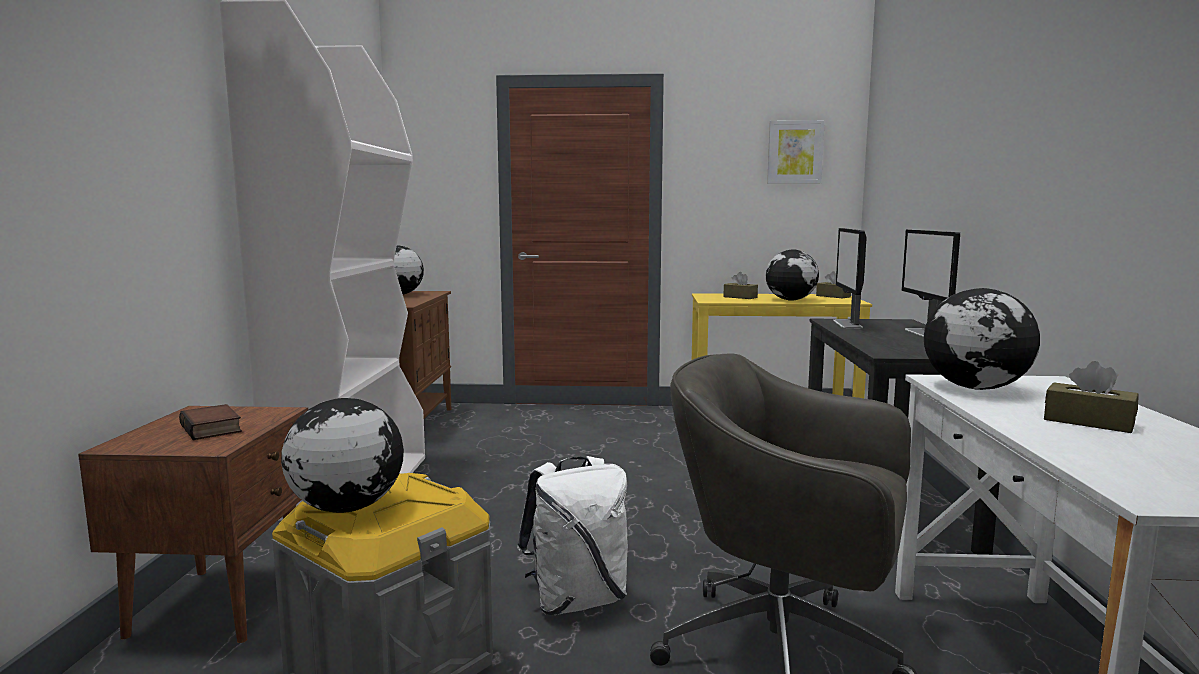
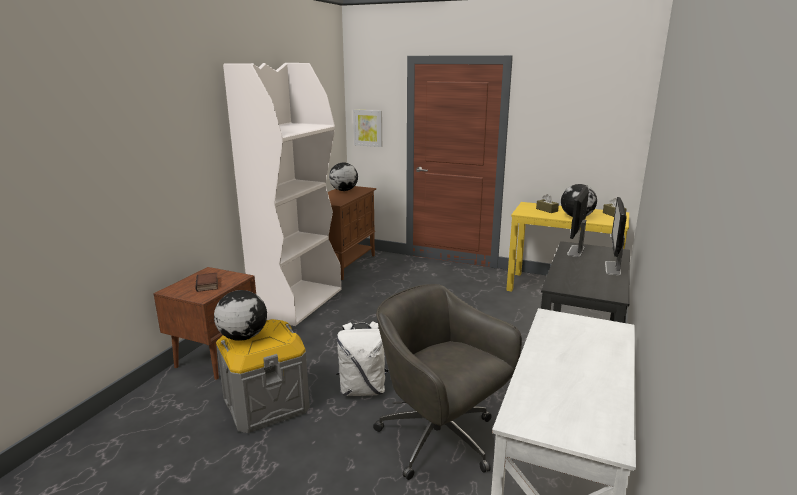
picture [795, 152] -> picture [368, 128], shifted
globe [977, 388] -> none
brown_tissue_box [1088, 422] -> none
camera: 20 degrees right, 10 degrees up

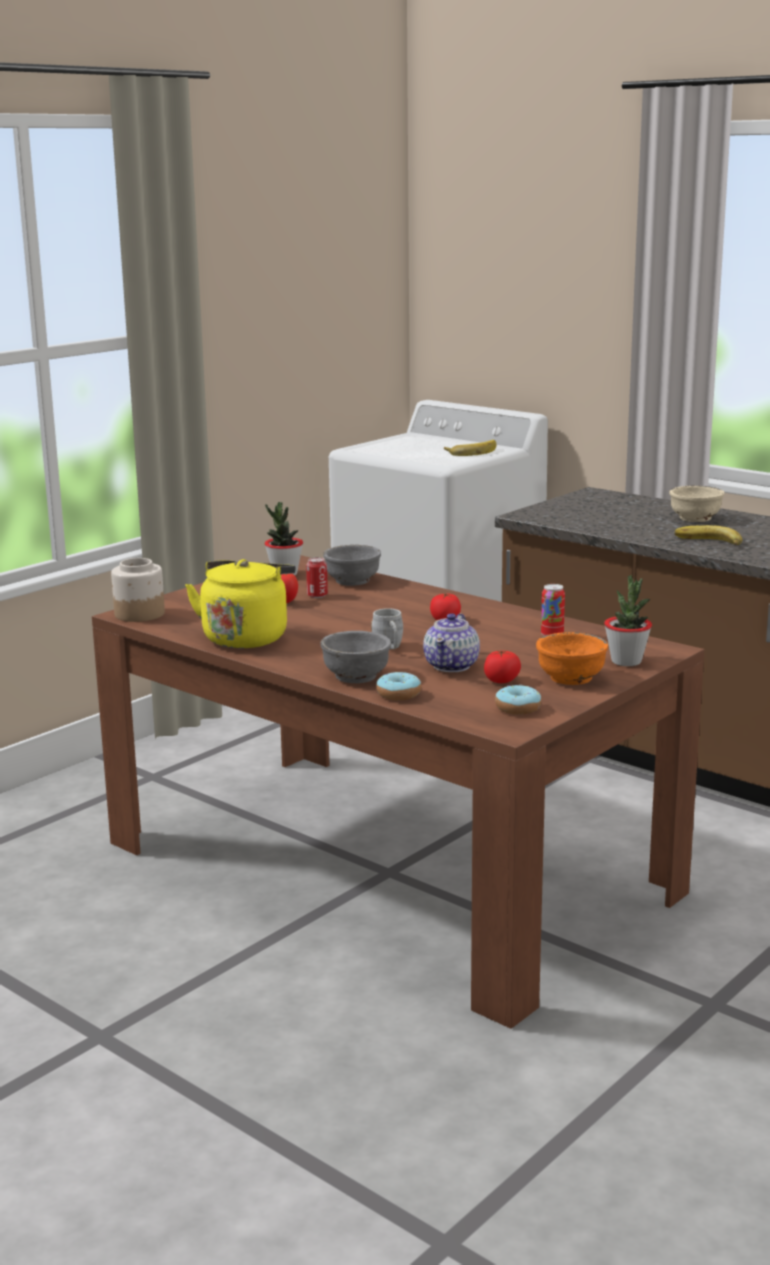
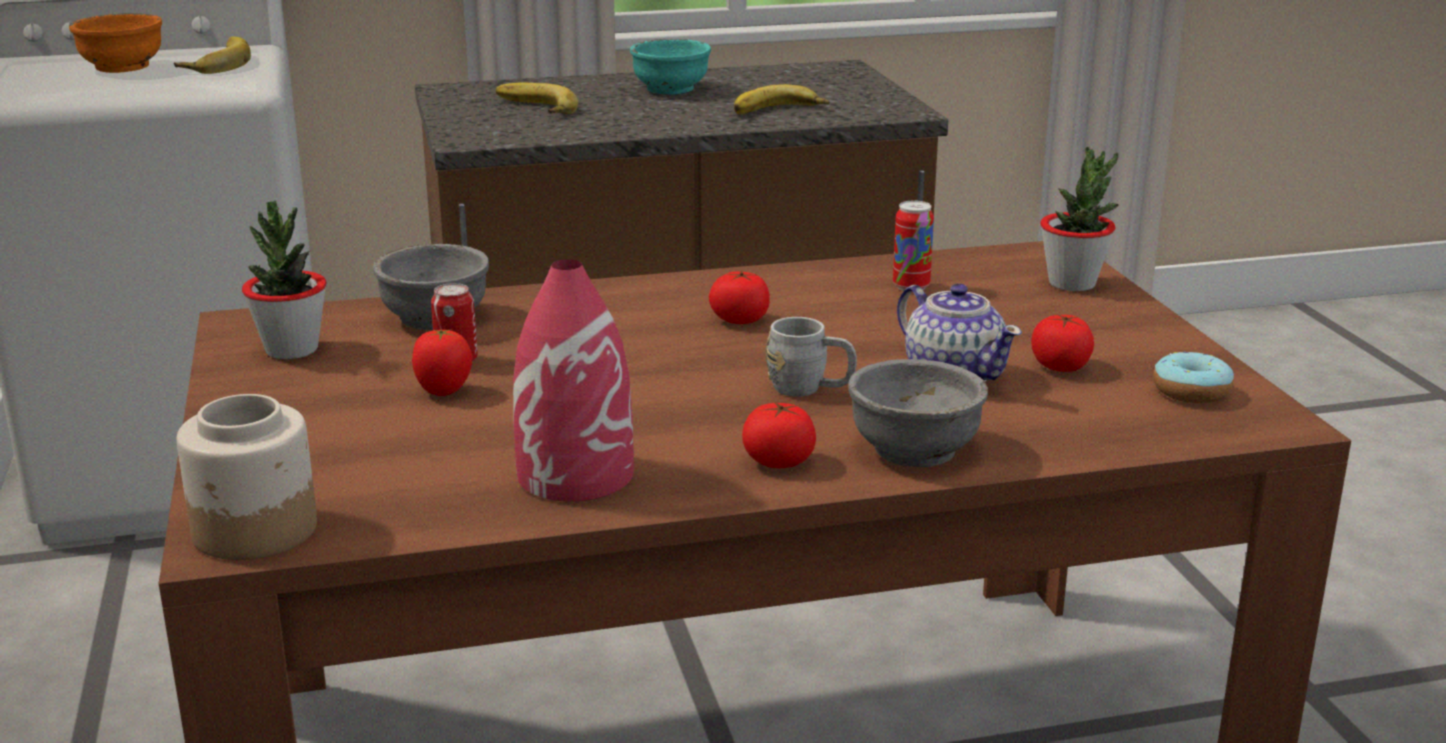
orange_bowl [571, 678] -> orange_bowl [123, 67], shifted
none -> banana [533, 108]
yellow_kettle [246, 637] -> red_vase [575, 474]
beige_bowl [695, 518] -> turquoise_bowl [671, 89]
none -> tomato [778, 461]
donut [398, 694] -> none
camera: 55 degrees left, 5 degrees up

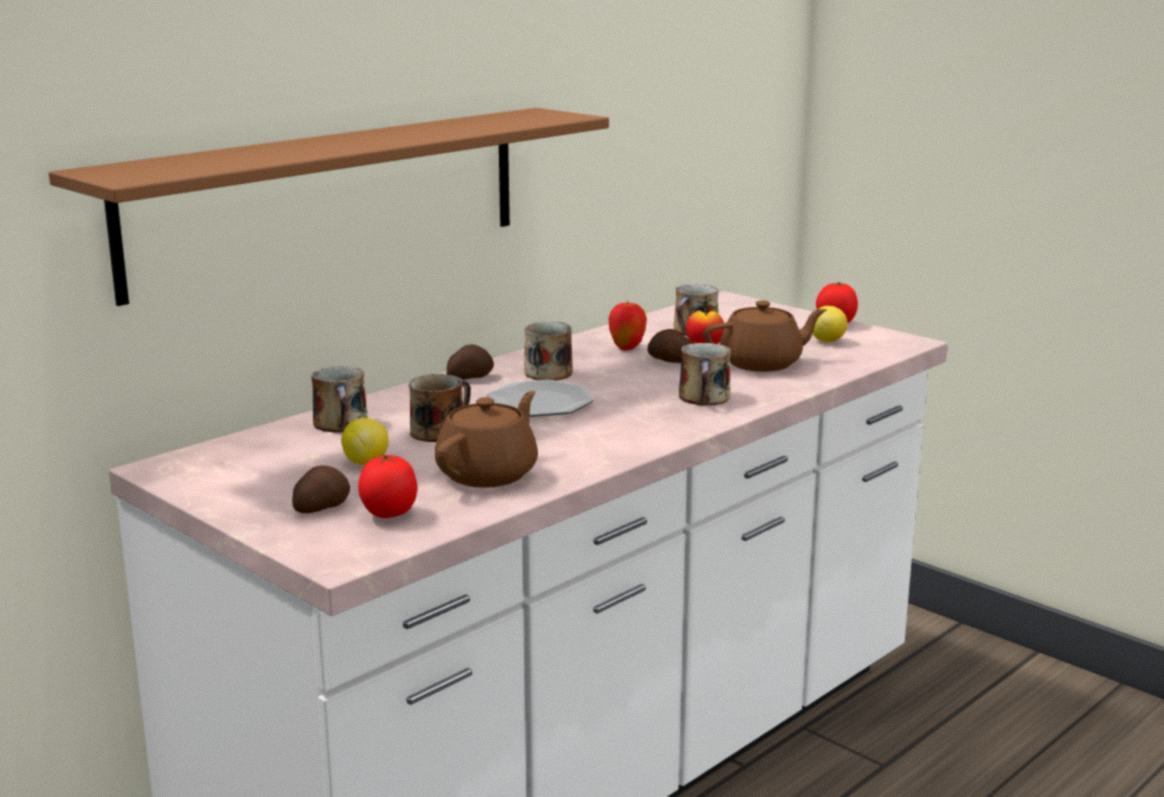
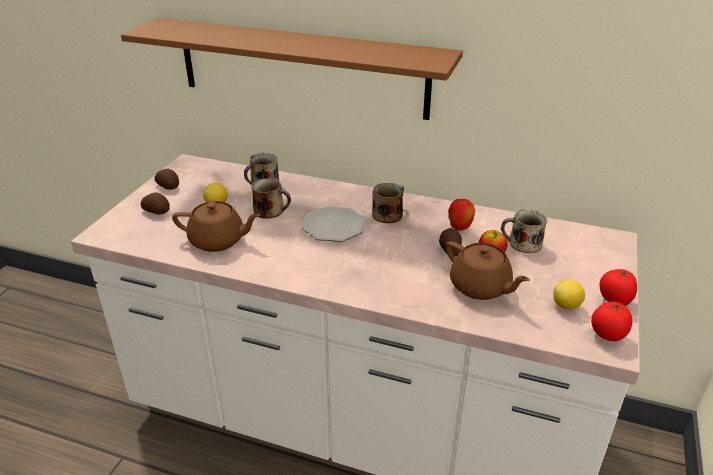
potato [469, 377] -> potato [168, 186], shifted
tomato [388, 515] -> tomato [607, 335], shifted
mug [705, 398] -> none
camera: 65 degrees right, 15 degrees up

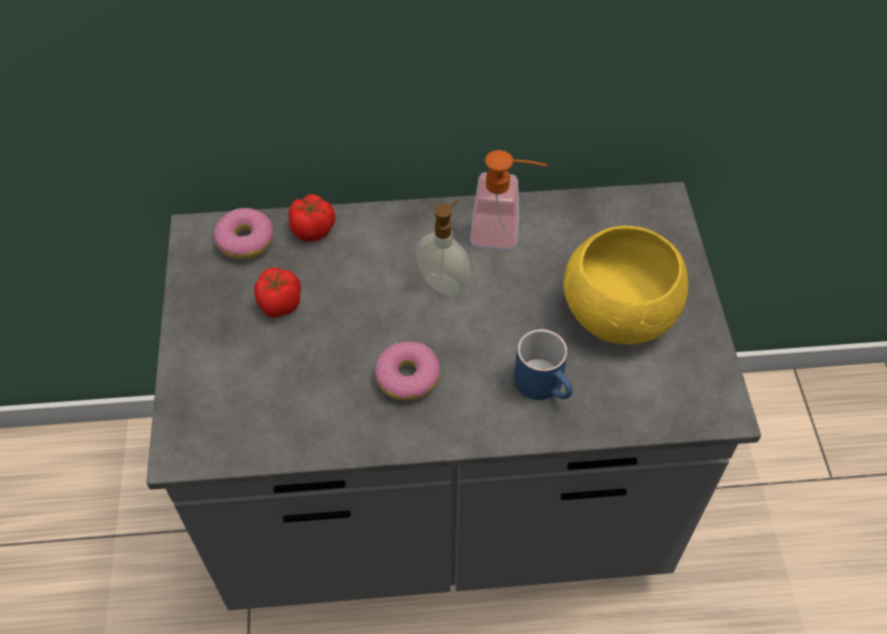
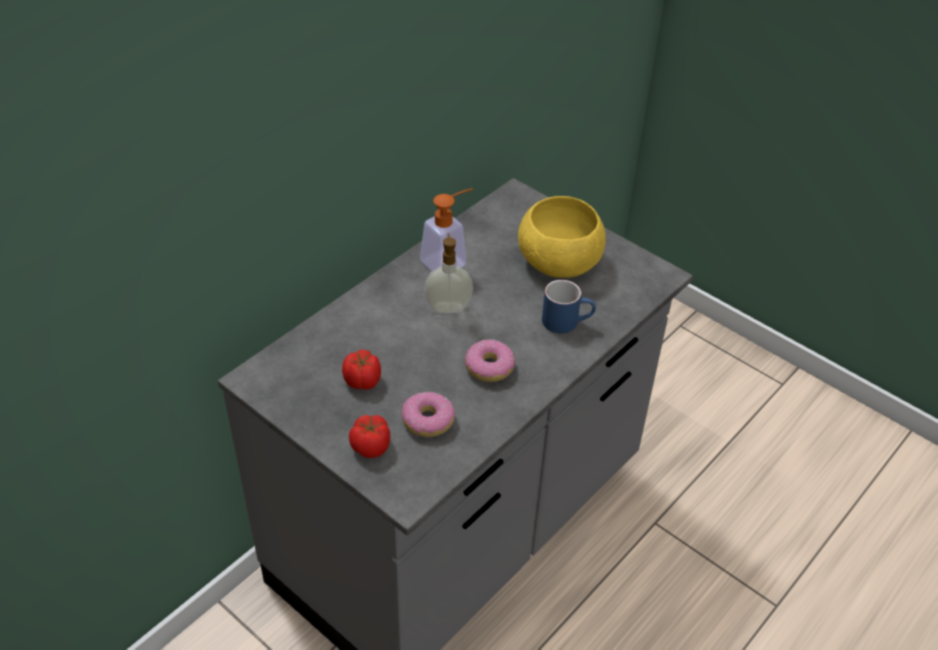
tomato [314, 230] -> tomato [371, 446], shifted
donut [246, 241] -> donut [428, 420], shifted
camera: 45 degrees left, 10 degrees down

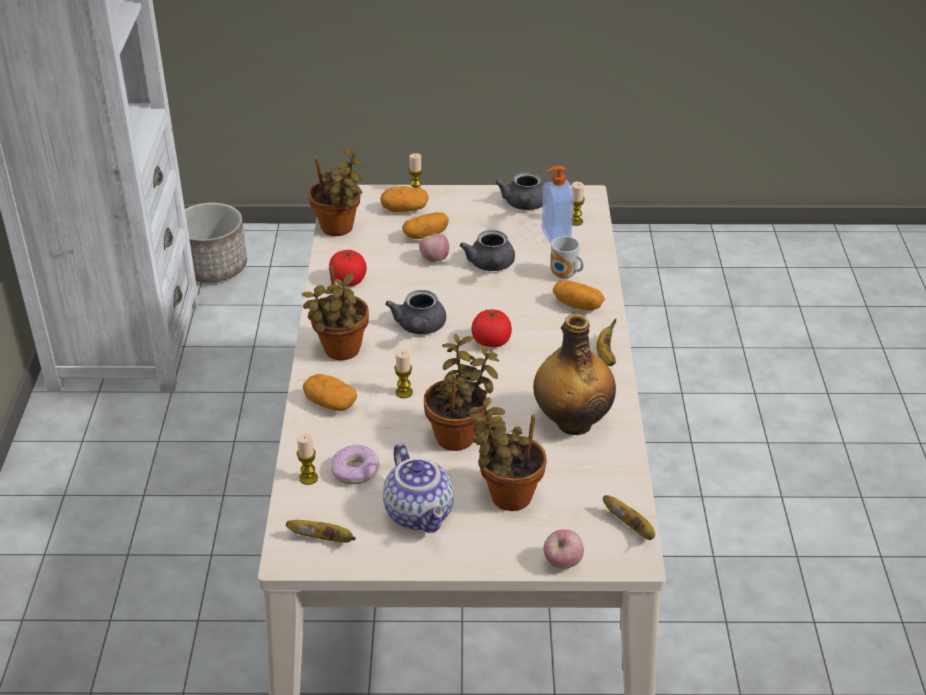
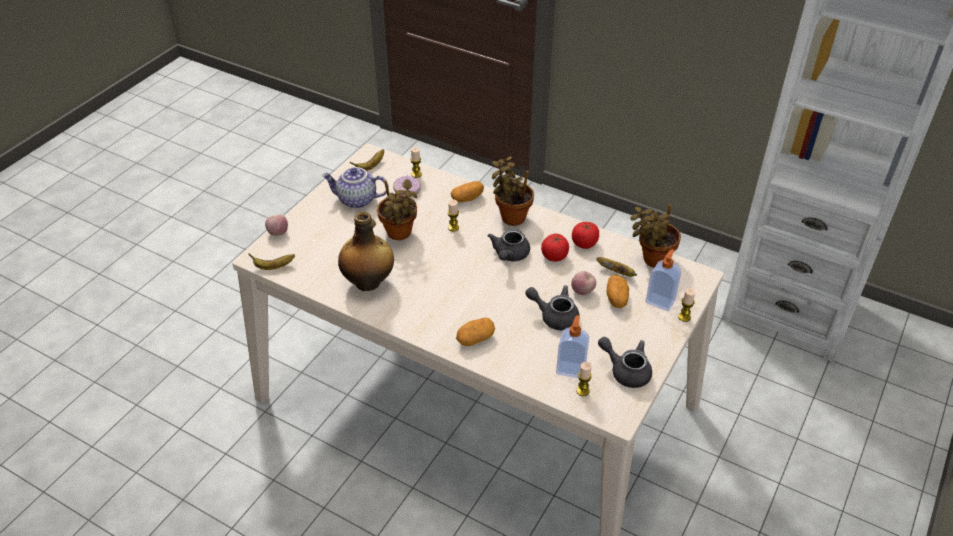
grey_teapot [419, 328] -> grey_teapot [509, 255], 105 degrees counterclockwise
tomato [491, 342] -> tomato [554, 256], shifted
banana [605, 355] -> banana [617, 272], shifted
potato [404, 209] -> soap_dispenser [660, 301]
planter [214, 267] -> none
potted_plant [506, 495] -> none
mug [564, 276] -> none
camera: 120 degrees right, 5 degrees up

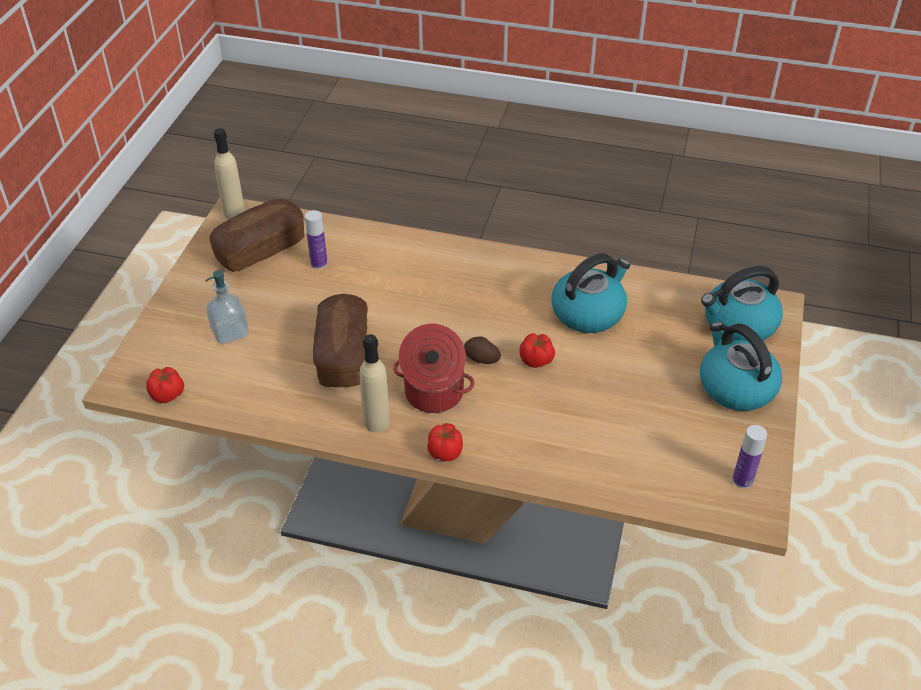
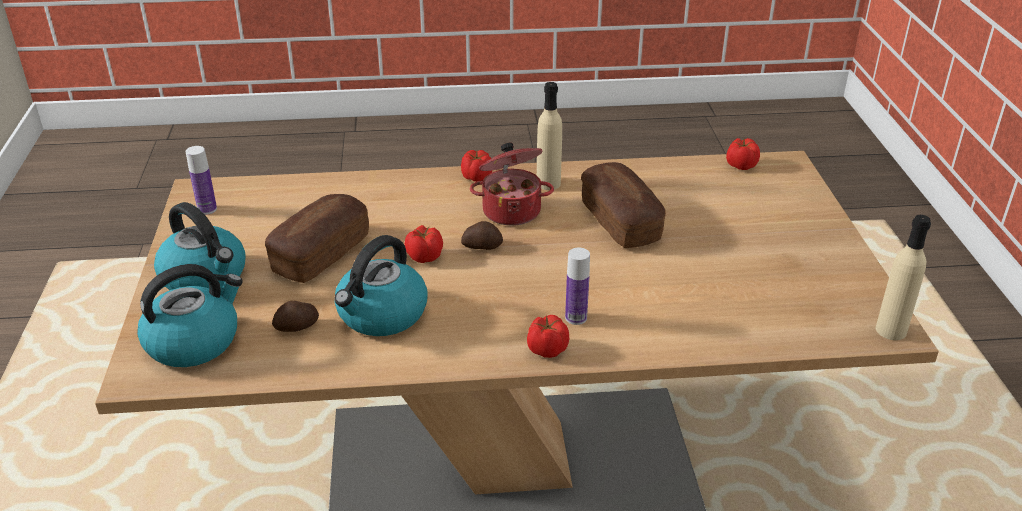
bread [260, 248] -> bread [321, 254], shifted
none -> potato [297, 327]
none -> tomato [546, 349]
bottle [319, 263] -> bottle [576, 318], shifted
soap_dispenser [230, 333] -> none
camera: 160 degrees right, 10 degrees down

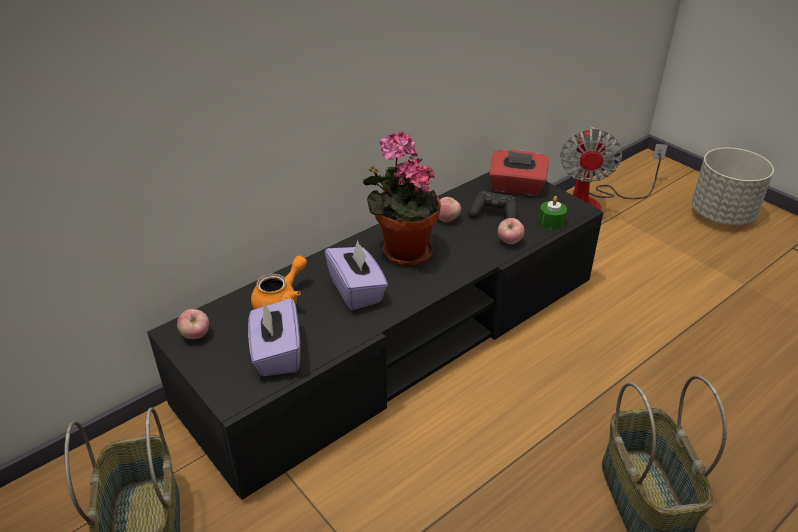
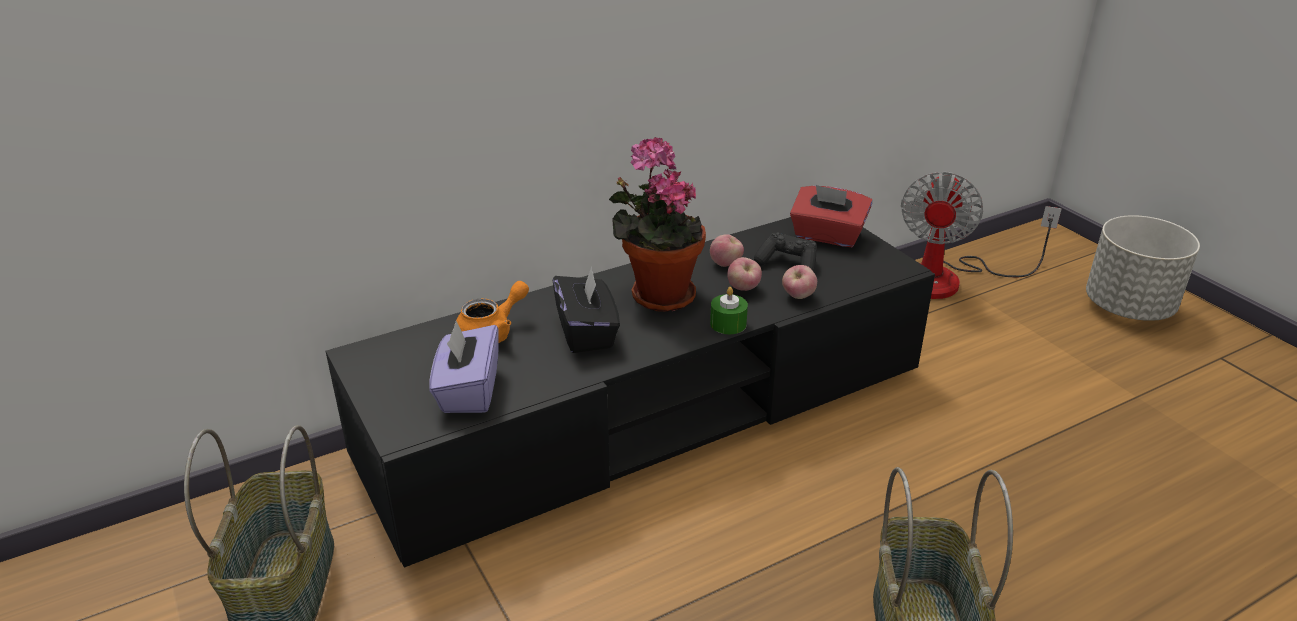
purple_tissue_box [357, 291] -> black_tissue_box [587, 332]
green_candle [551, 222] -> green_candle [728, 324], shifted
apple [196, 336] -> apple [743, 289], shifted
camera: 10 degrees right, 5 degrees down

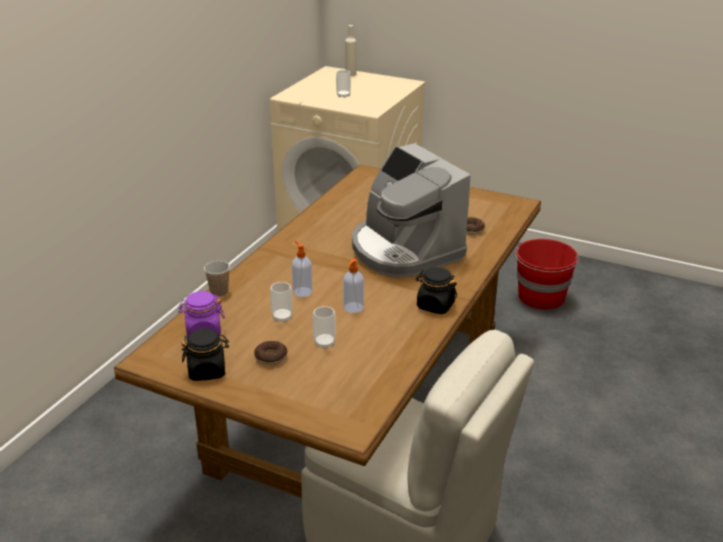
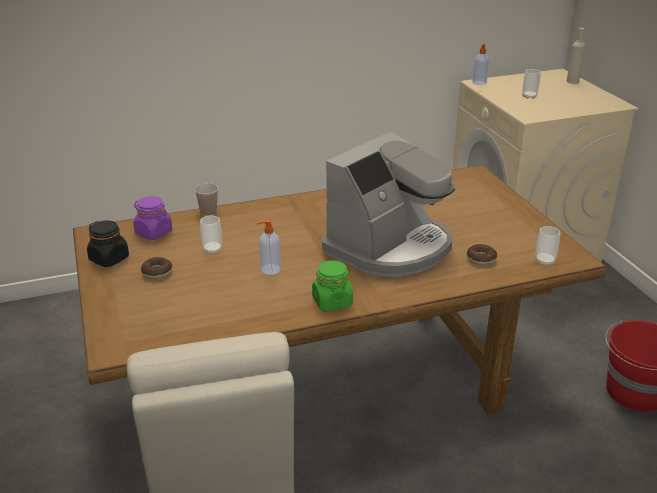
black_jar [435, 305] -> green_jar [332, 302]
coffee_machine [404, 250] -> coffee_machine [390, 247], 150 degrees counterclockwise
soap_dispenser [302, 291] -> soap_dispenser [479, 83], shifted
cup [324, 343] -> cup [544, 261], shifted
camera: 45 degrees right, 0 degrees up

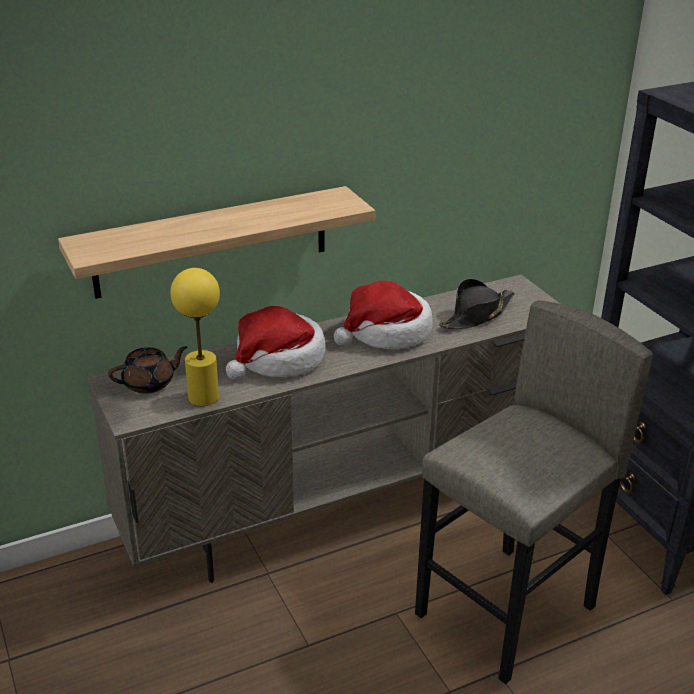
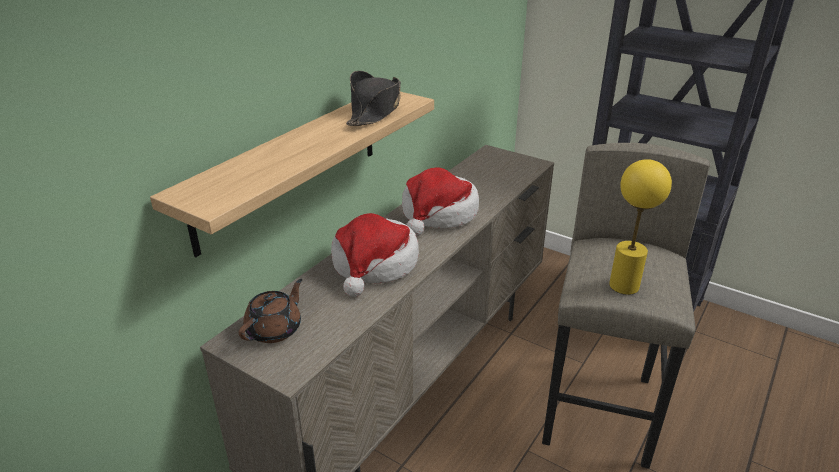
black_hat [476, 315] -> black_hat [375, 110], shifted
yellow_table_lamp [203, 397] -> yellow_table_lamp [623, 286], shifted
camera: 30 degrees left, 0 degrees up

